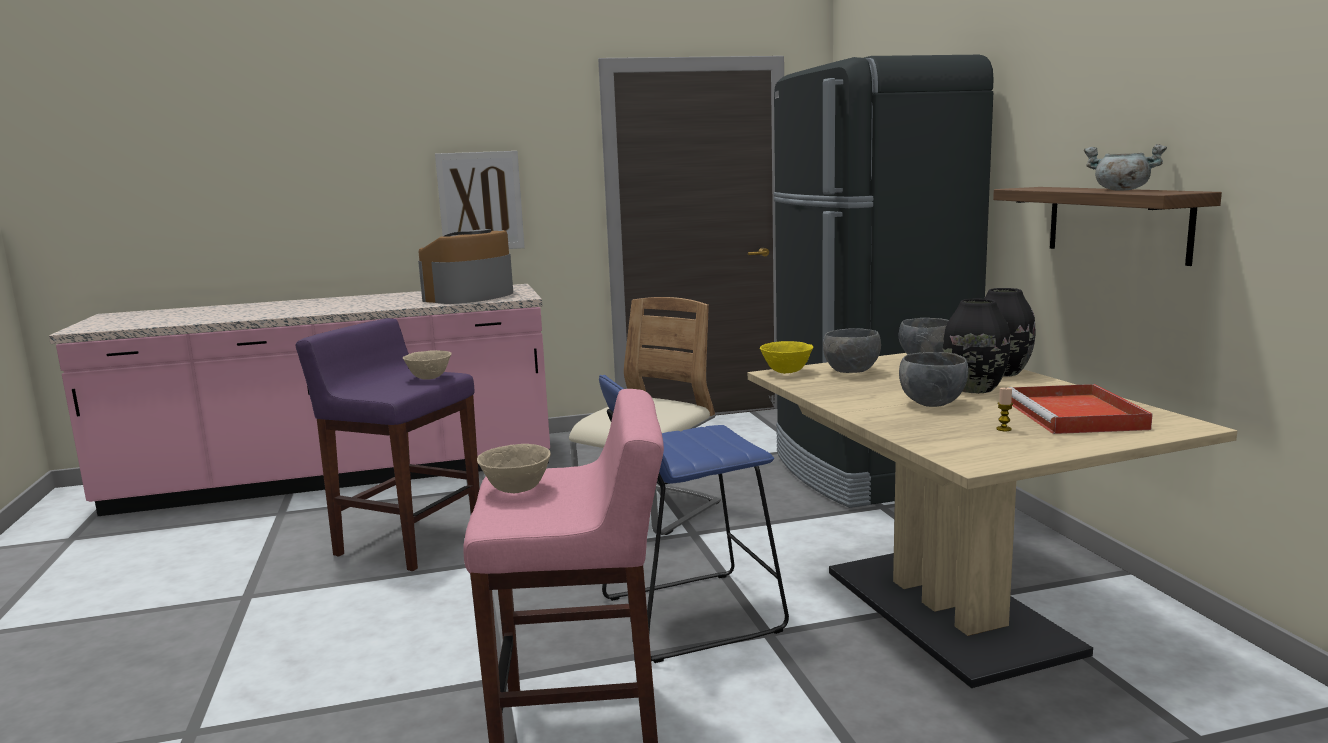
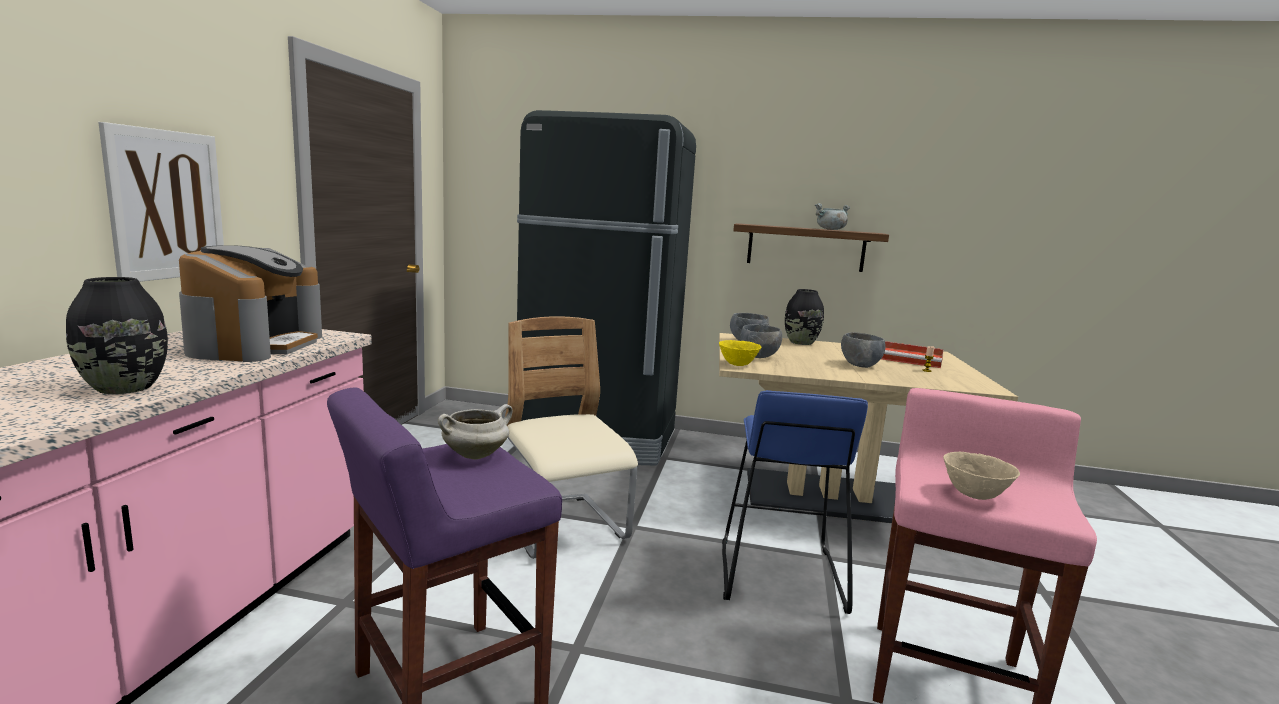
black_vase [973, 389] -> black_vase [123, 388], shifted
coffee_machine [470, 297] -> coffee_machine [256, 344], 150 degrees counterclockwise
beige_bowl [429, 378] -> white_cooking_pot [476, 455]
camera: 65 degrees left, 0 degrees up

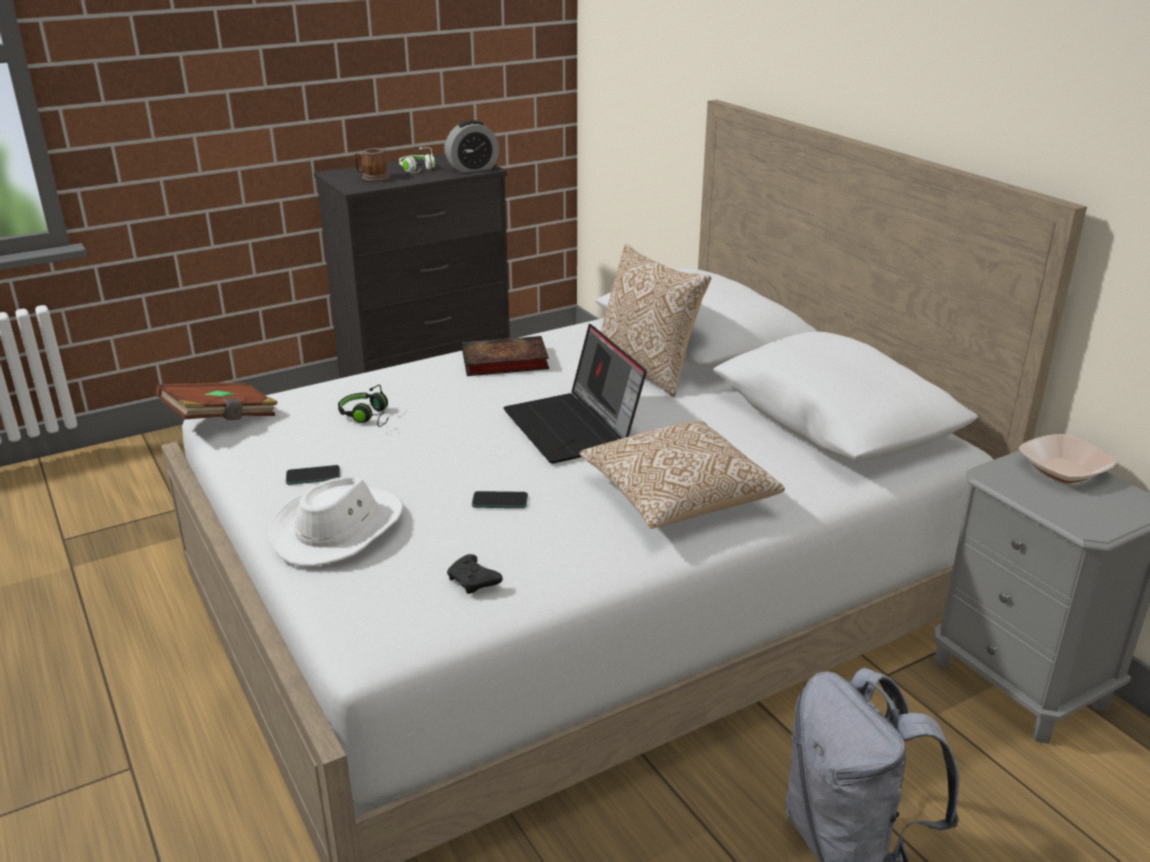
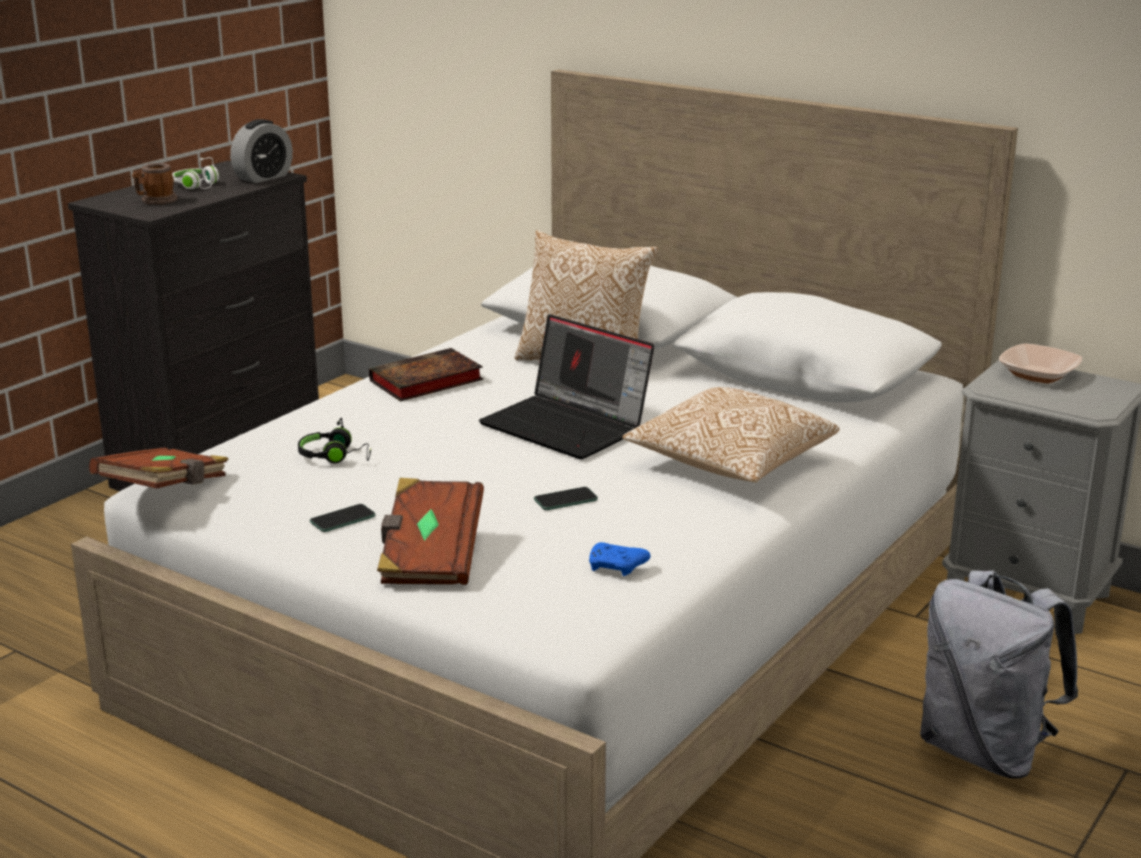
white_hat [339, 529] -> brown_book [430, 557]
black_game_controller [474, 582] -> blue_game_controller [617, 567]
camera: 25 degrees left, 5 degrees down

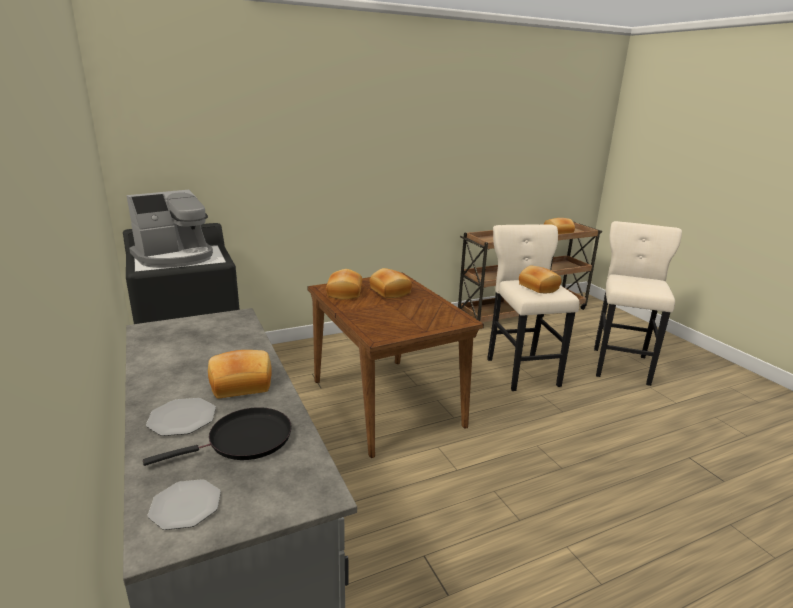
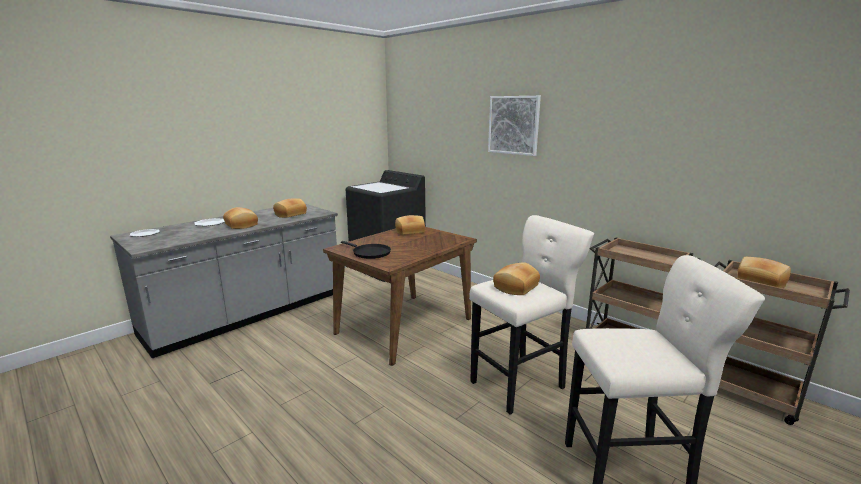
bread [389, 291] -> bread [290, 214], shifted
black_frying_pan [245, 440] -> black_frying_pan [369, 253], shifted
none -> picture [514, 125]
coffee_machine [175, 257] -> none
camera: 70 degrees right, 5 degrees down

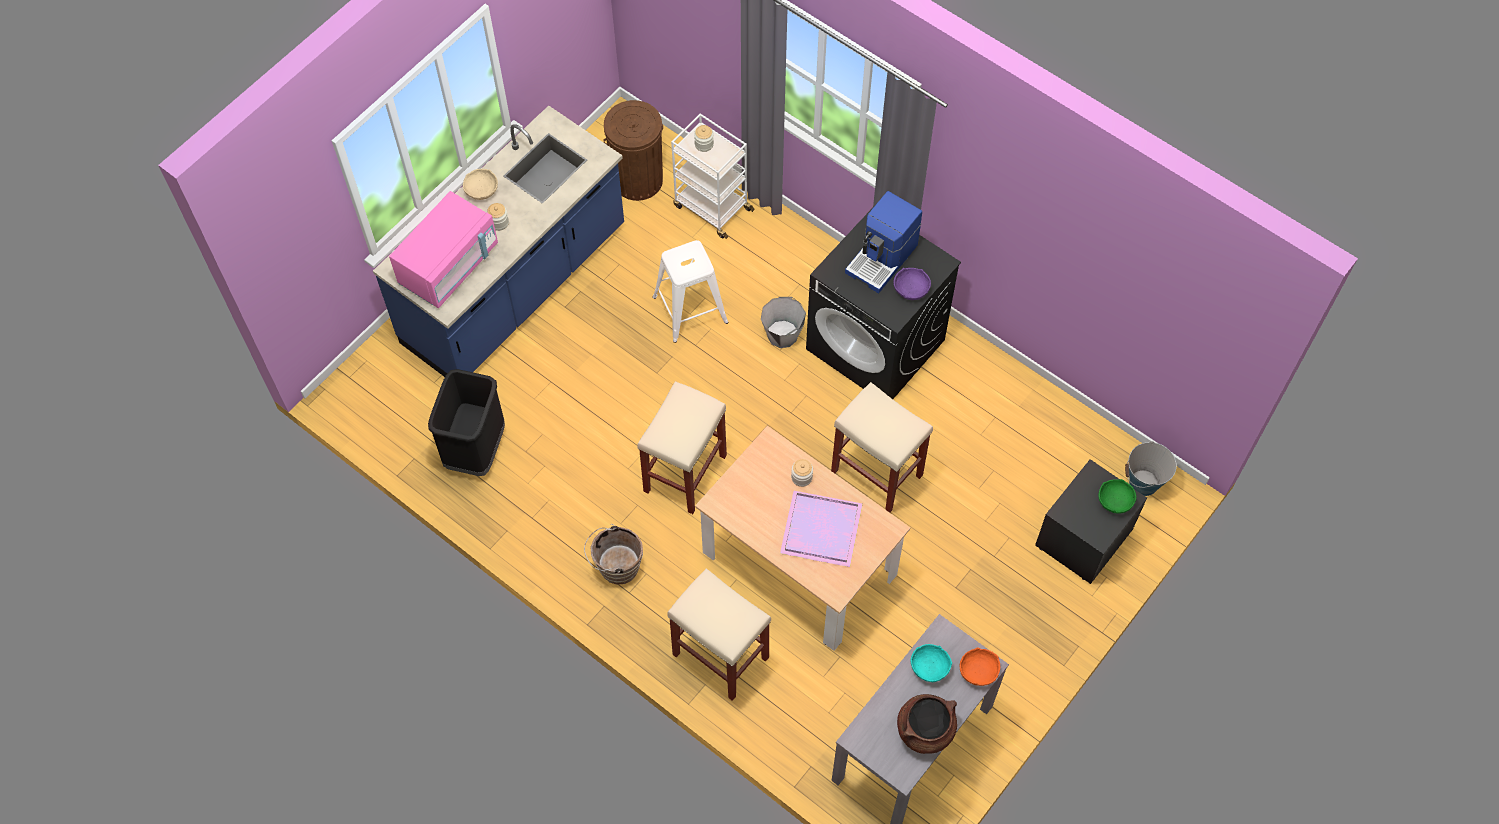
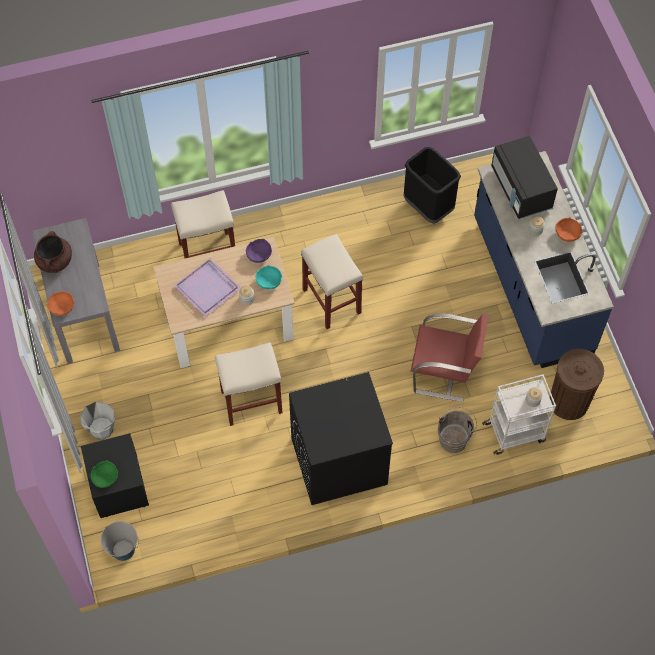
grey_bucket [783, 335] -> grey_bucket [101, 429], shifted
purple_bowl [911, 290] -> purple_bowl [258, 255], shifted
turquoise_bowl [929, 666] -> turquoise_bowl [269, 281], shifted
white_stool [690, 308] -> red_chair [444, 372]
brown_bucket [615, 566] -> brown_bucket [454, 438], shifted
pink_microwave [449, 265] -> black_microwave [521, 189]
beige_bowl [482, 190] -> orange_bowl [567, 234]
coffee_machine [882, 259] -> none
camera: 125 degrees right, 0 degrees up

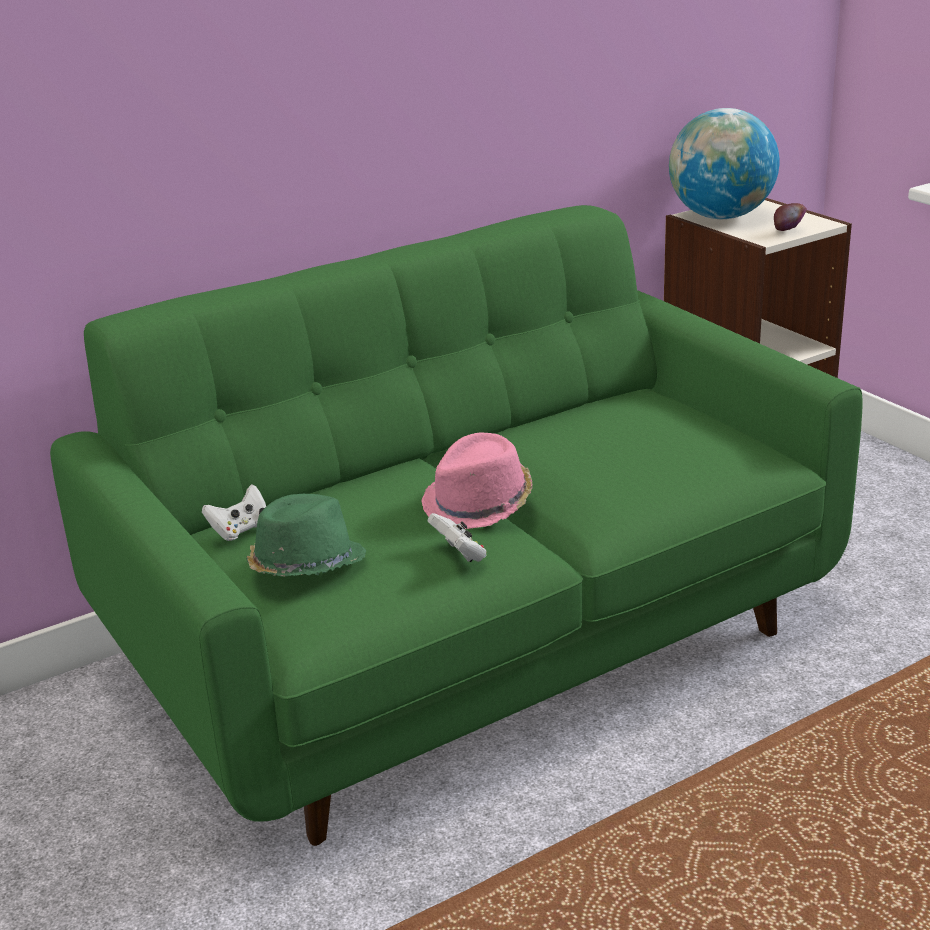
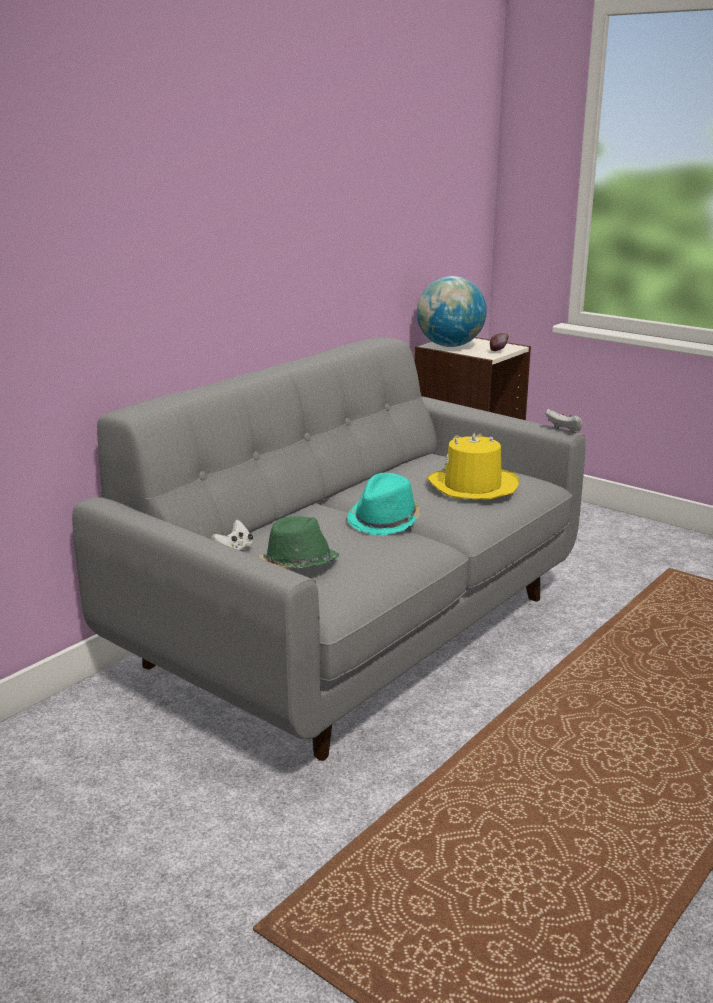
green_sofa [474, 646] -> grey_sofa [356, 631]
pink_hat [479, 504] -> turquoise_hat [385, 521]
none -> yellow_hat [472, 486]
white_game_controller [459, 555] -> white_game_controller [564, 430], shifted
camera: 20 degrees left, 5 degrees down

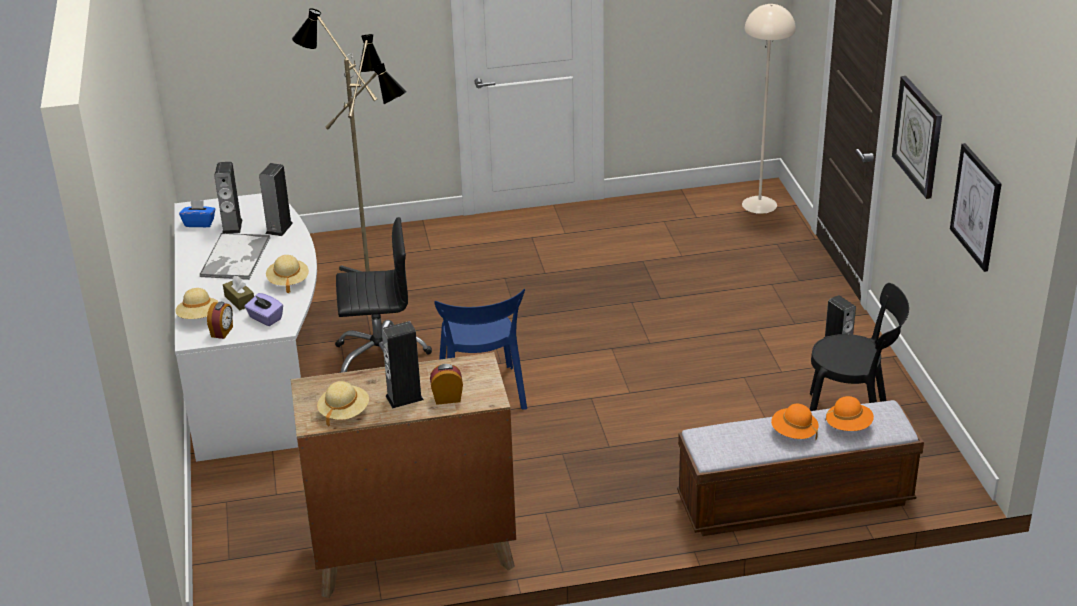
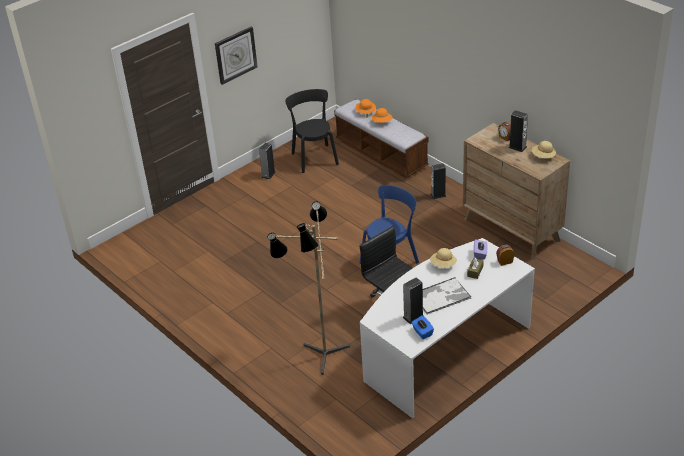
speaker [279, 228] -> speaker [438, 195], shifted
beige_hat [199, 317] -> none
beige_floor_lamp [759, 204] -> none
picture [976, 207] -> none
camera: 120 degrees left, 5 degrees up

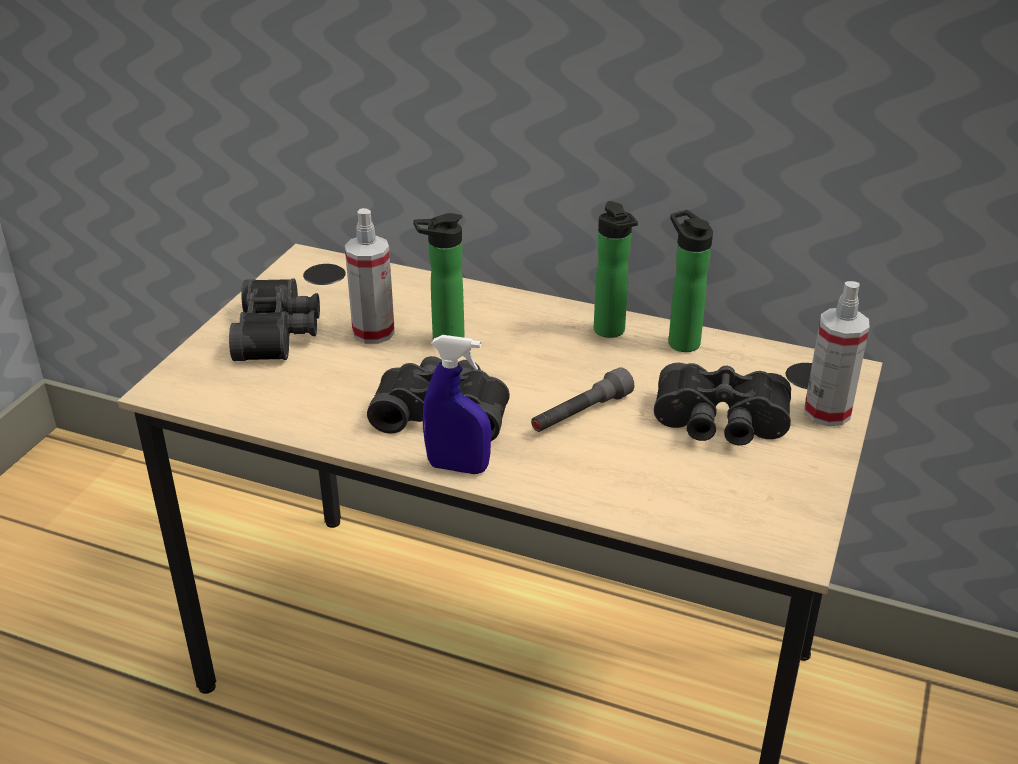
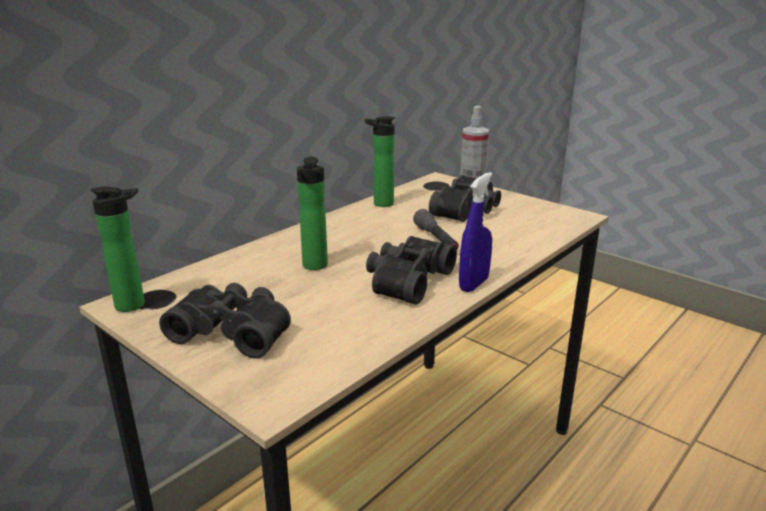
bottle [611, 332] -> bottle [135, 305], shifted
spray_bottle [373, 332] -> none
camera: 70 degrees left, 10 degrees down

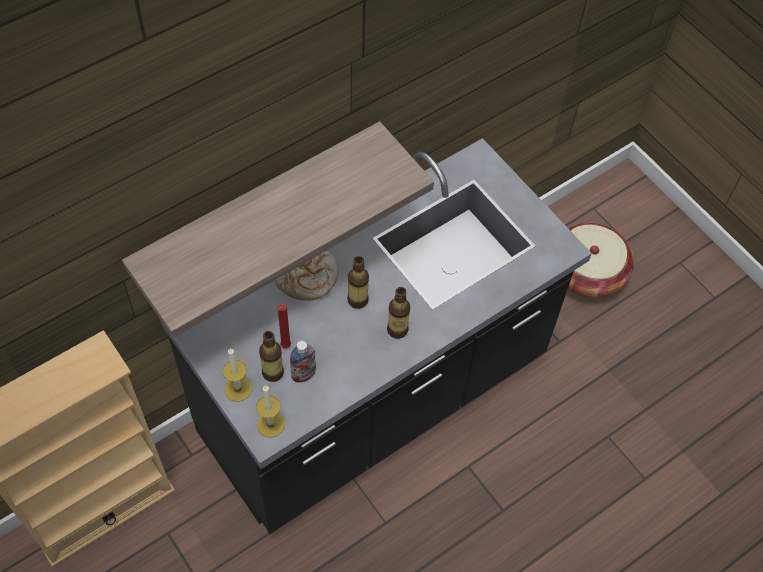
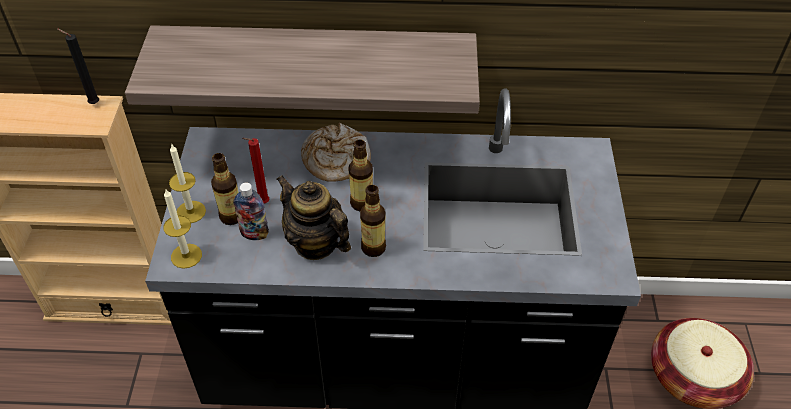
none -> black_candle [92, 103]
none -> teapot [315, 243]
camera: 40 degrees right, 10 degrees down

